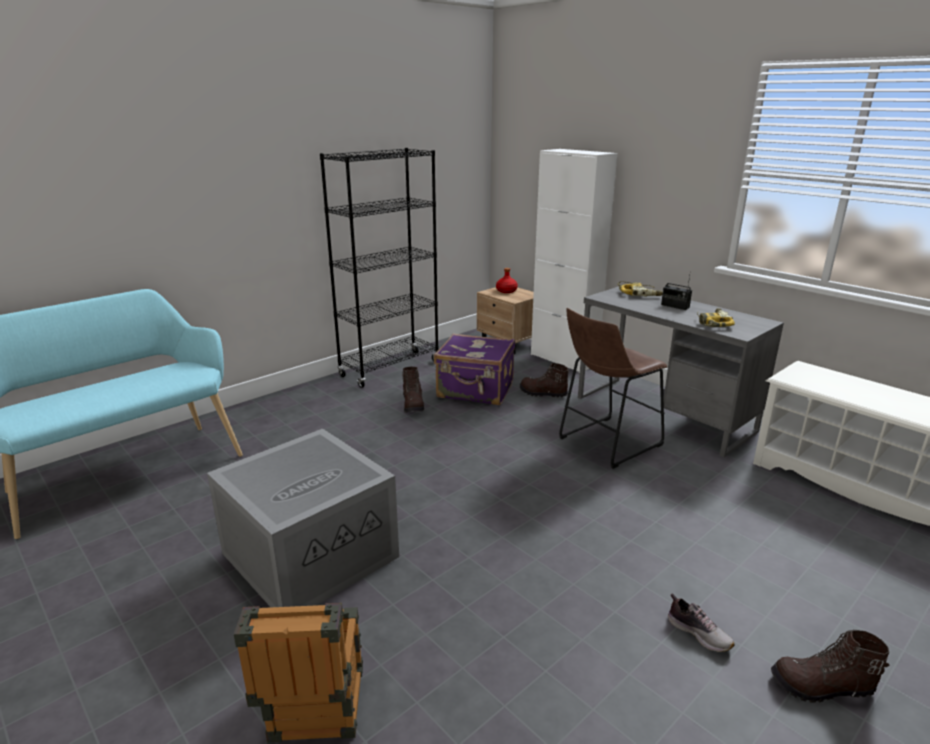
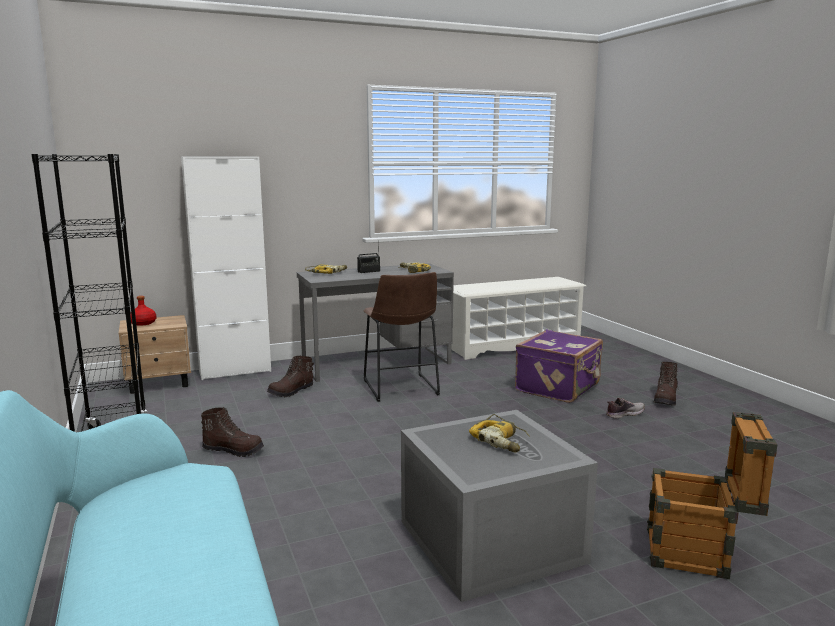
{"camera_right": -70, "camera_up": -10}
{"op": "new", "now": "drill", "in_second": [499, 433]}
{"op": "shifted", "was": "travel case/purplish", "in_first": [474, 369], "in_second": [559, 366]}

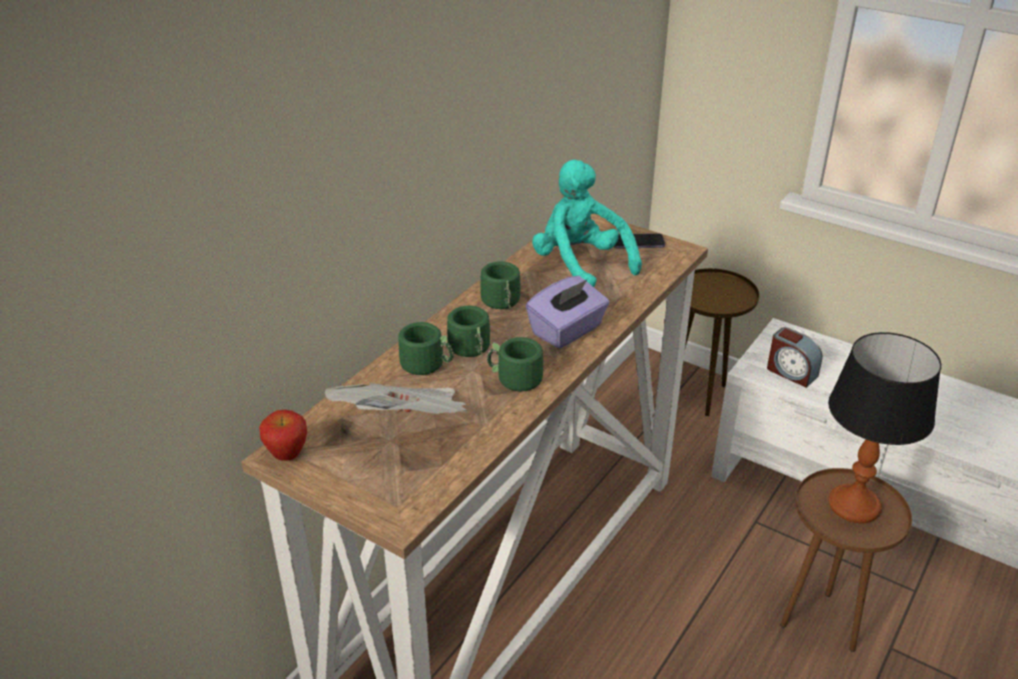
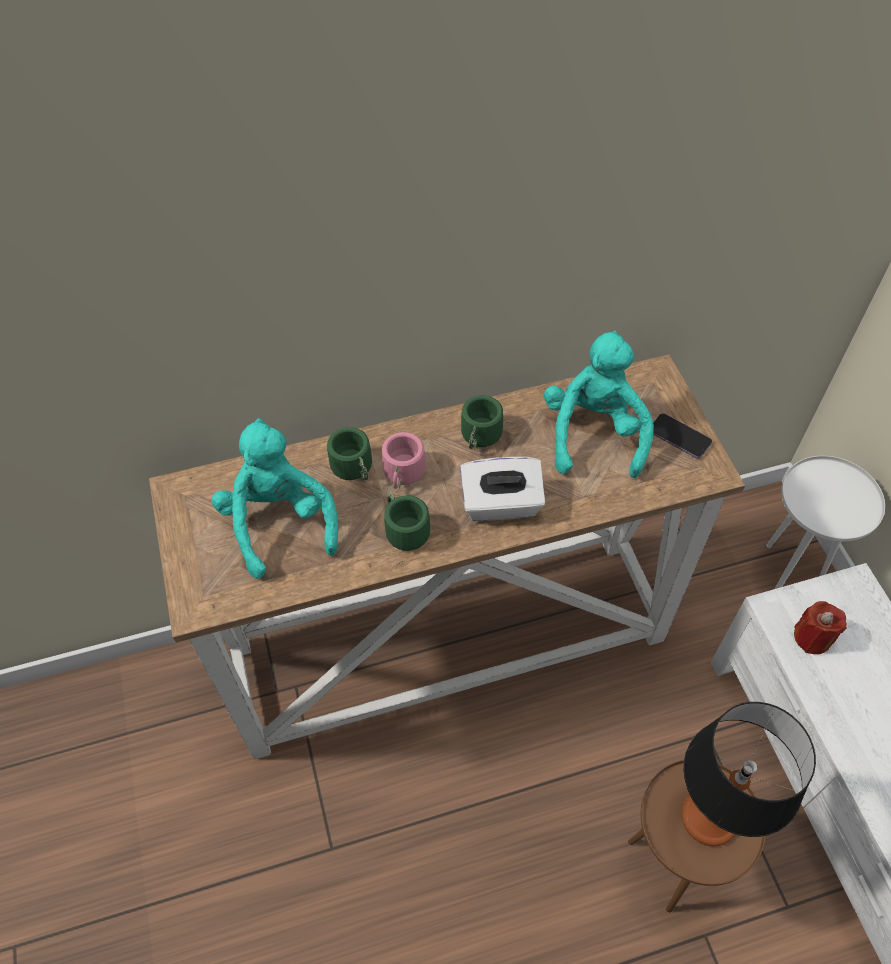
{"camera_right": 40, "camera_up": 20}
{"op": "swapped", "was": "newspaper", "now": "plush toy/turquoise", "in_first": [396, 398], "in_second": [275, 498]}
{"op": "repainted", "was": "mug/green-coloured", "now": "mug/pink-coloured", "in_first": [468, 331], "in_second": [409, 460]}
{"op": "repainted", "was": "tissue box/purplish", "now": "tissue box/whitish", "in_first": [567, 312], "in_second": [502, 489]}
{"op": "repainted", "was": "end table/brownish", "now": "end table/whitish", "in_first": [722, 342], "in_second": [825, 522]}
{"op": "swapped", "was": "table clock", "now": "wax candle/reddish", "in_first": [795, 357], "in_second": [820, 627]}
{"op": "gone", "was": "whole apple", "in_first": [283, 435]}

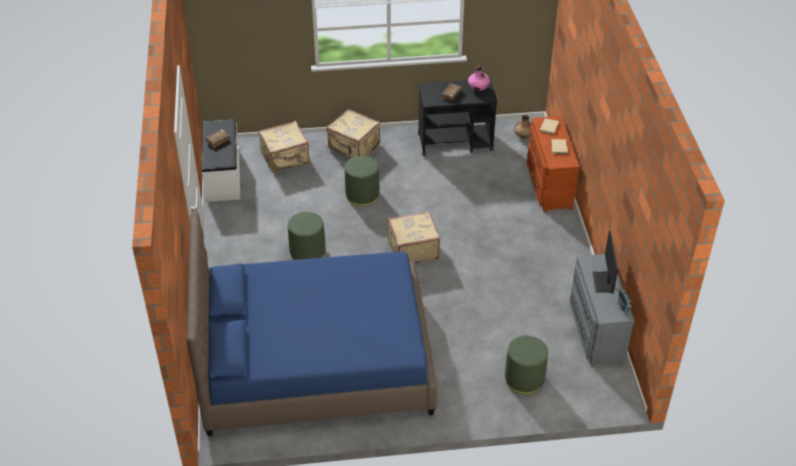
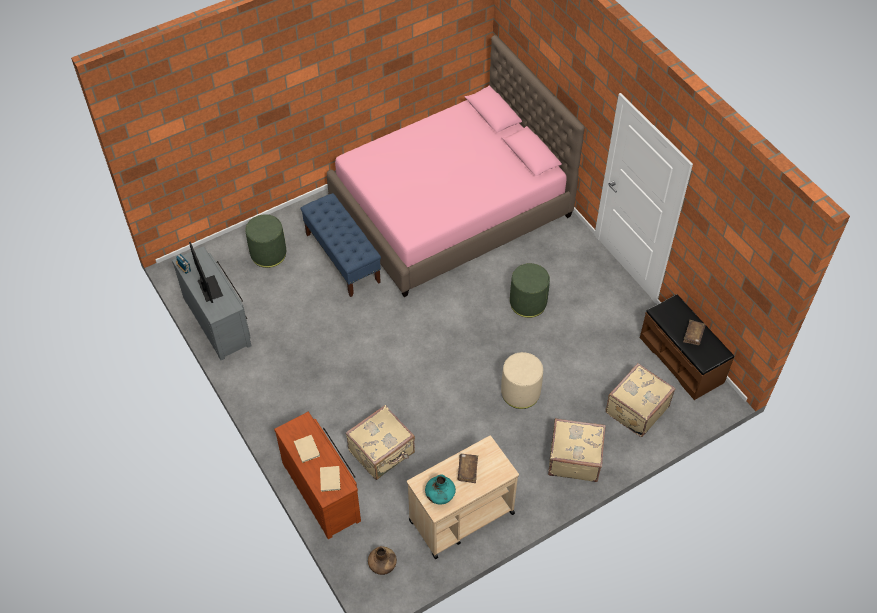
{"camera_right": 155, "camera_up": 10}
{"op": "new", "now": "long seat/bluish", "in_second": [340, 245]}
{"op": "repainted", "was": "bed/bluish", "now": "bed/pink-coloured", "in_first": [312, 323], "in_second": [456, 166]}
{"op": "shifted", "was": "travel case/beige-coloured", "in_first": [414, 237], "in_second": [380, 442]}
{"op": "repainted", "was": "wheeled cart/blackish", "now": "wheeled cart/beige-coloured", "in_first": [457, 117], "in_second": [463, 497]}
{"op": "repainted", "was": "vase/pink-coloured", "now": "vase/turquoise", "in_first": [479, 78], "in_second": [440, 489]}
{"op": "repainted", "was": "ottoman/green-coloured", "now": "ottoman/beige-coloured", "in_first": [362, 181], "in_second": [522, 380]}
{"op": "repainted", "was": "long seat/whitish", "now": "long seat/brownish", "in_first": [221, 160], "in_second": [687, 347]}

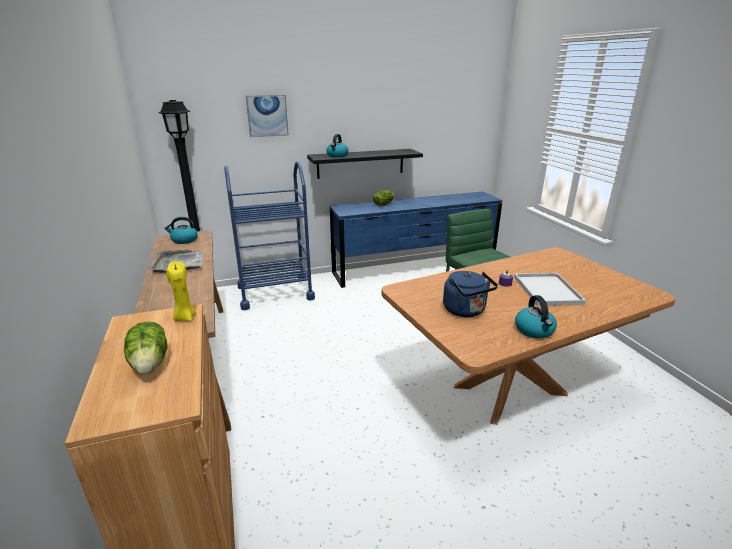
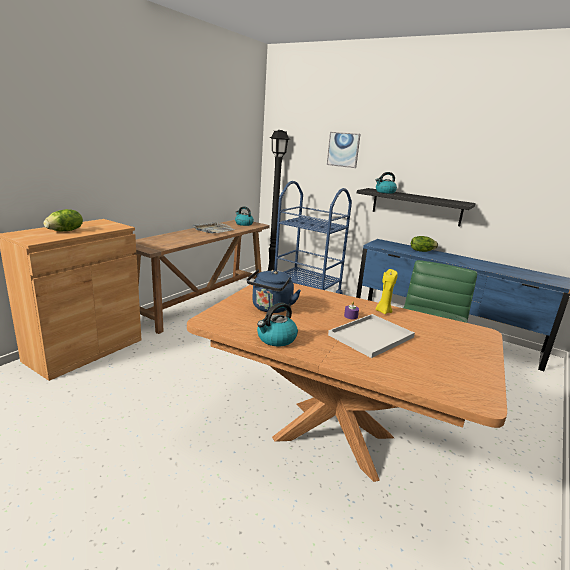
{"camera_right": 50, "camera_up": -5}
{"op": "shifted", "was": "wax candle/yellow", "in_first": [181, 291], "in_second": [387, 291]}

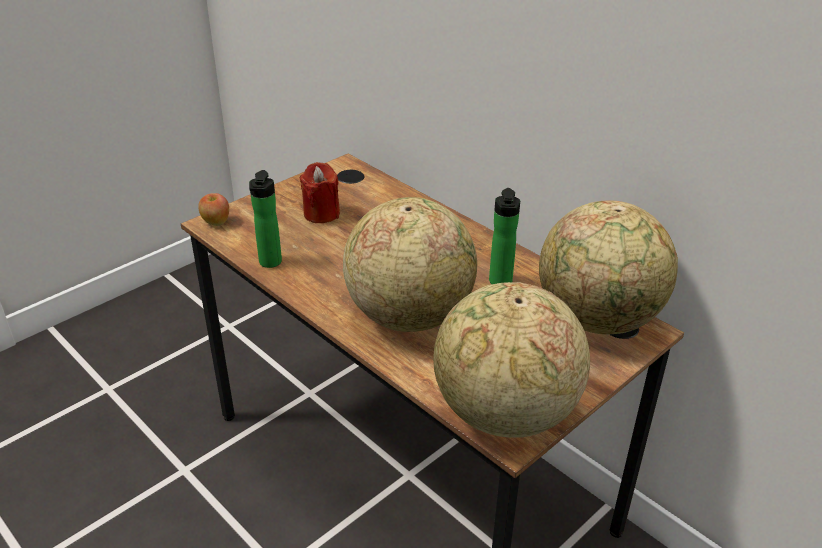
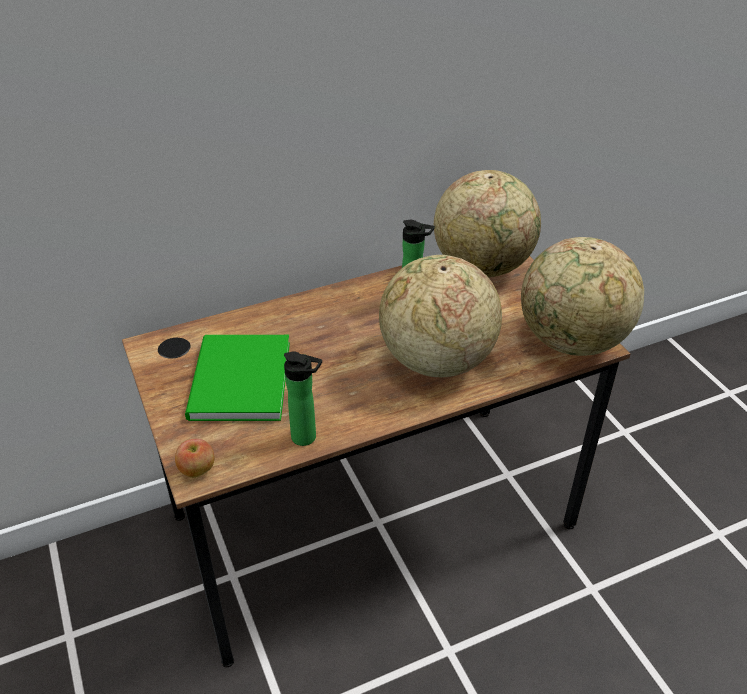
{"camera_right": -70, "camera_up": 5}
{"op": "swapped", "was": "wax candle/reddish", "now": "book/green-coloured", "in_first": [320, 192], "in_second": [237, 378]}

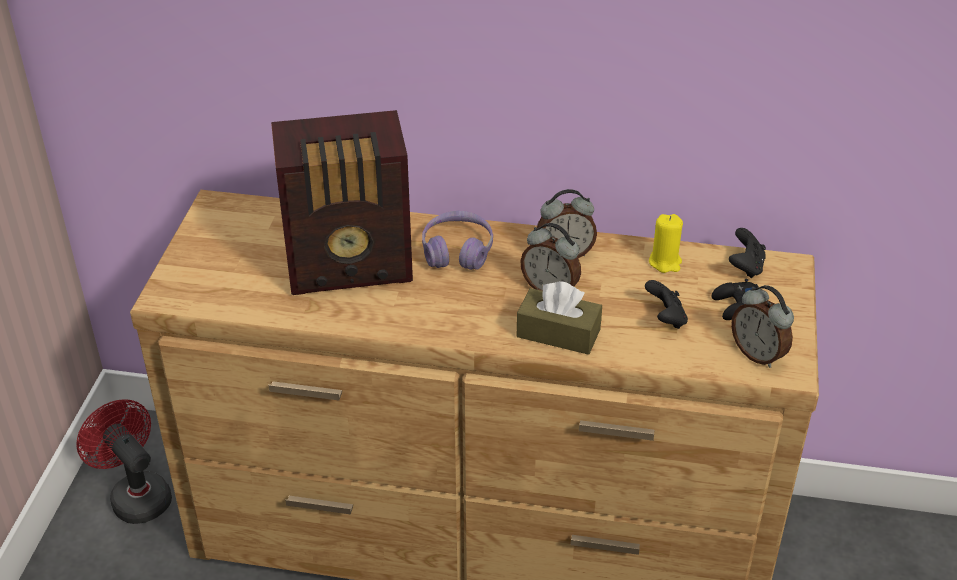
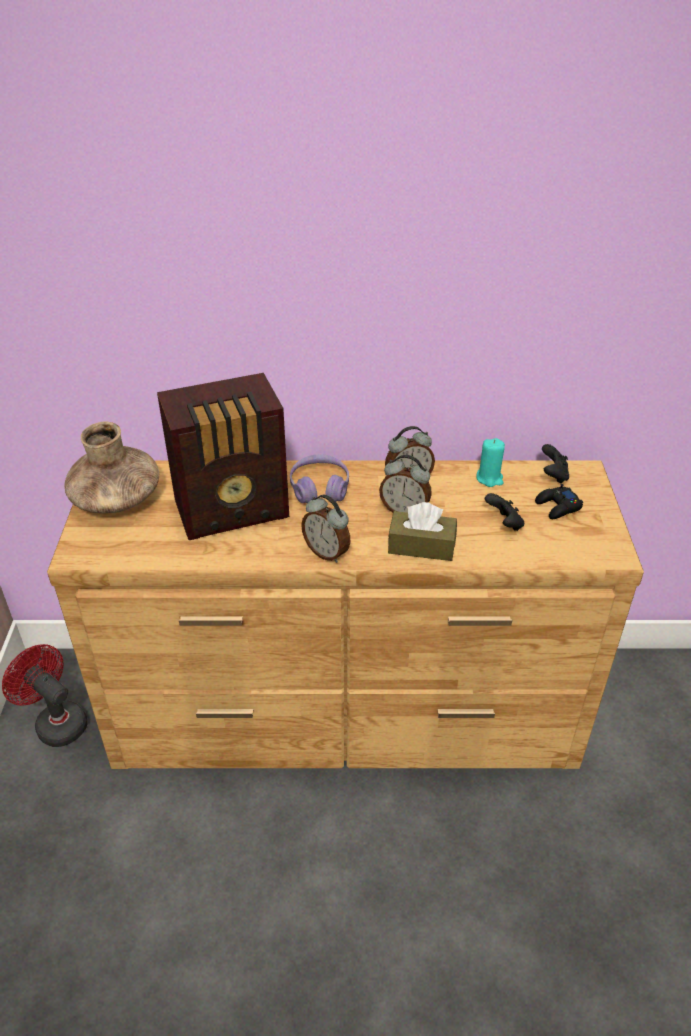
{"camera_right": -10, "camera_up": 0}
{"op": "new", "now": "vase/brownish", "in_second": [111, 467]}
{"op": "shifted", "was": "table clock", "in_first": [762, 326], "in_second": [325, 528]}
{"op": "repainted", "was": "wax candle/yellow", "now": "wax candle/turquoise", "in_first": [666, 243], "in_second": [490, 462]}

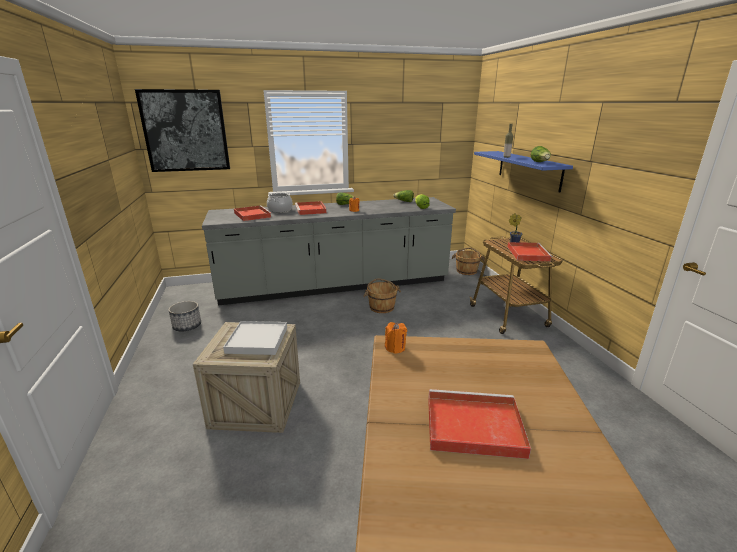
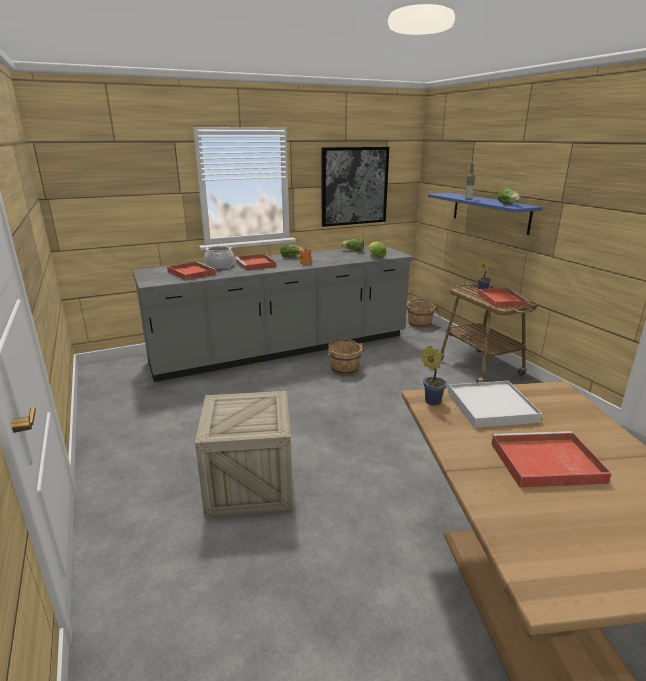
{"camera_right": -10, "camera_up": 0}
{"op": "shifted", "was": "wall art", "in_first": [182, 130], "in_second": [355, 187]}
{"op": "swapped", "was": "wax candle/orangey", "now": "houseplant", "in_first": [396, 338], "in_second": [434, 375]}
{"op": "shifted", "was": "carrying tray/whitish", "in_first": [255, 338], "in_second": [495, 404]}
{"op": "gone", "was": "planter", "in_first": [184, 316]}

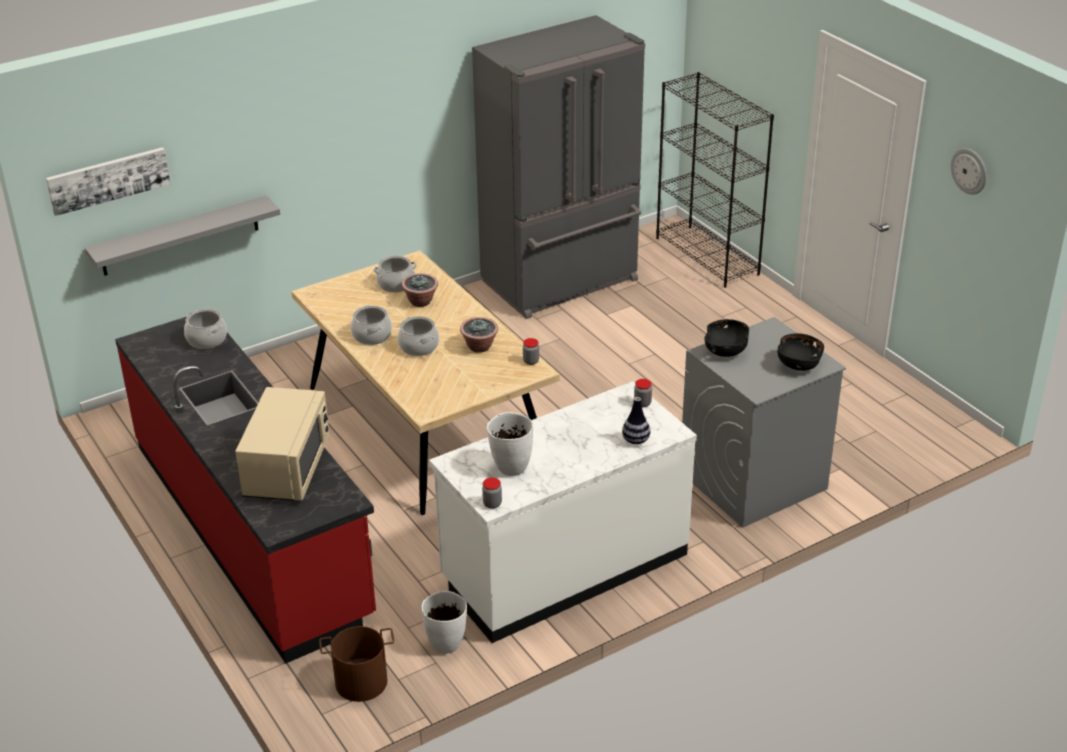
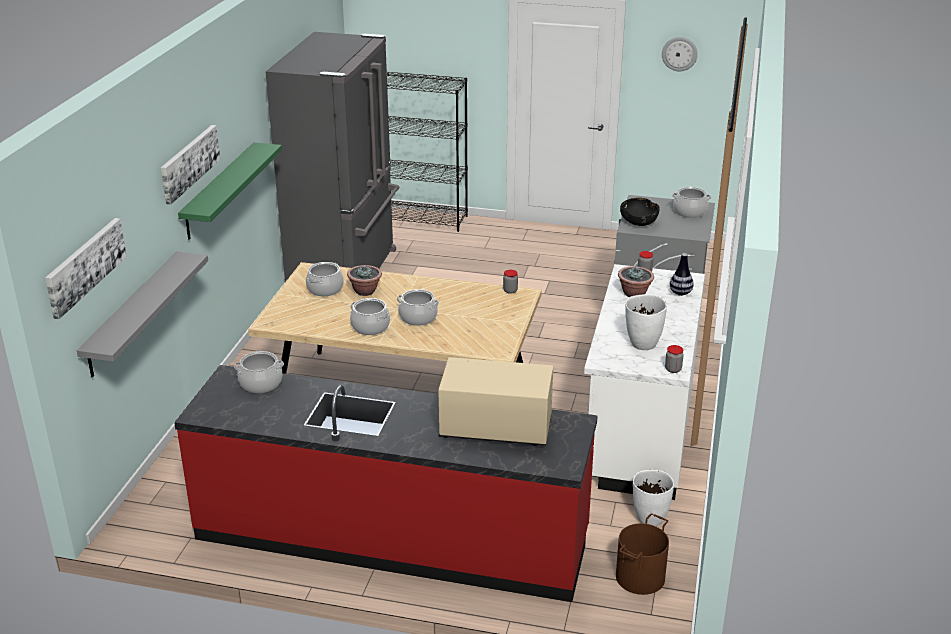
{"camera_right": -45, "camera_up": -5}
{"op": "new", "now": "wall art", "in_second": [190, 165]}
{"op": "new", "now": "bracket shelf/green-coloured", "in_second": [230, 191]}
{"op": "rotated", "was": "microwave oven/beige-coloured", "in_first": [282, 444], "in_second": [495, 401], "clockwise": -45}
{"op": "shifted", "was": "houseplant", "in_first": [479, 335], "in_second": [636, 281]}
{"op": "swapped", "was": "bowl/blackish", "now": "stockpot", "in_first": [801, 352], "in_second": [691, 202]}

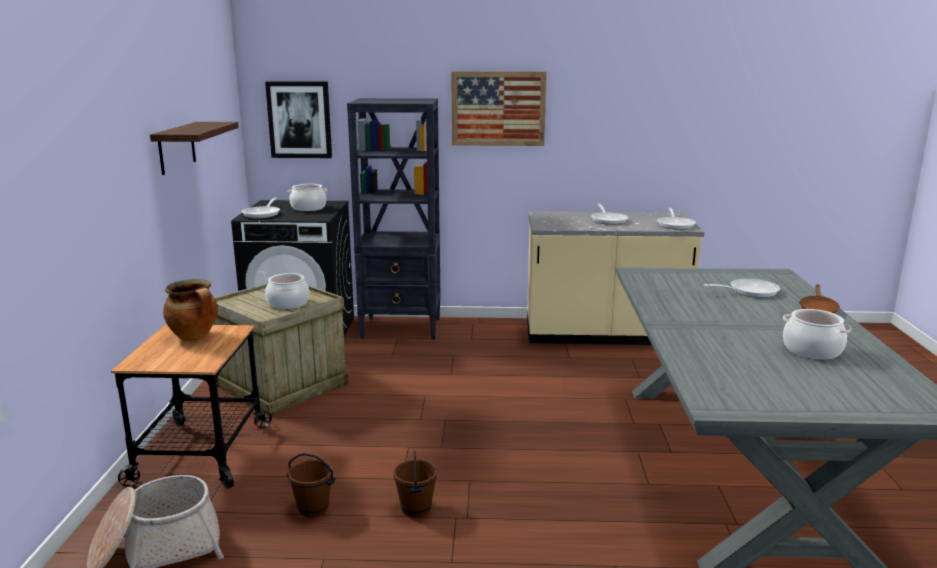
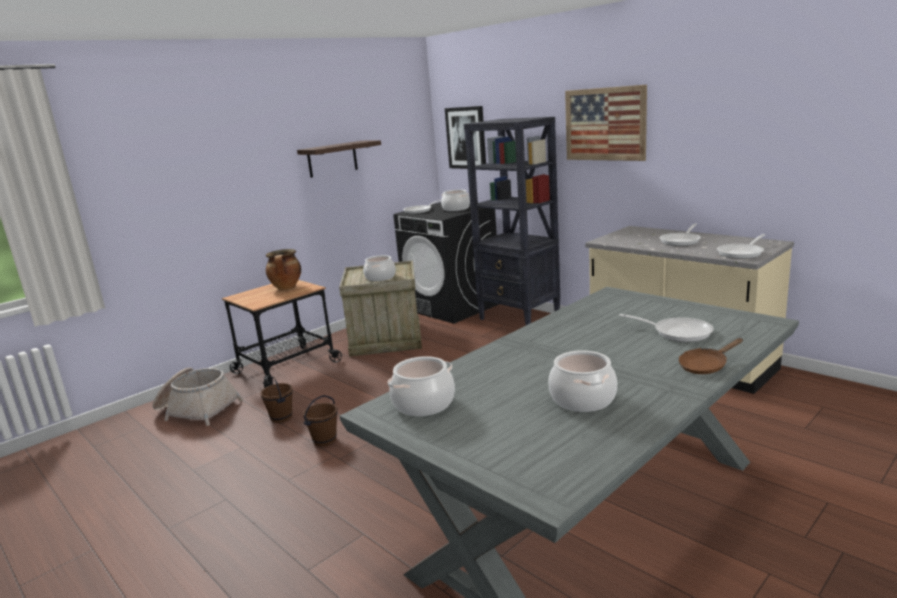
{"camera_right": 45, "camera_up": 0}
{"op": "new", "now": "stockpot", "in_second": [421, 386]}

